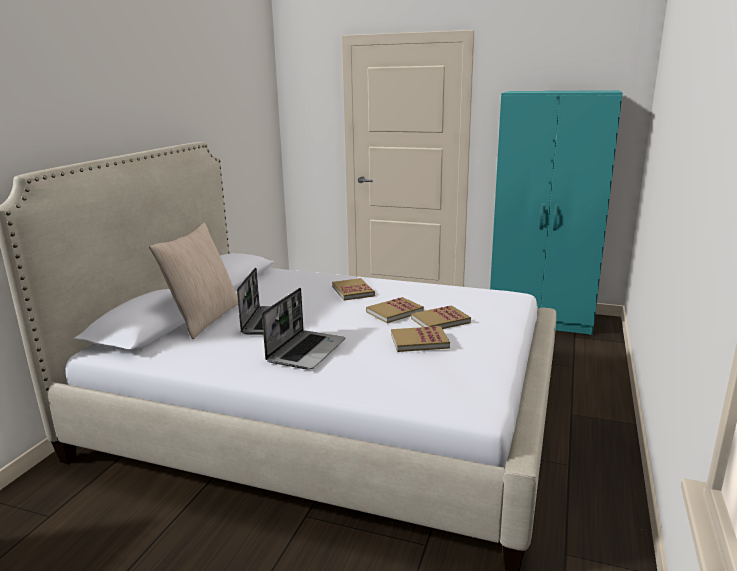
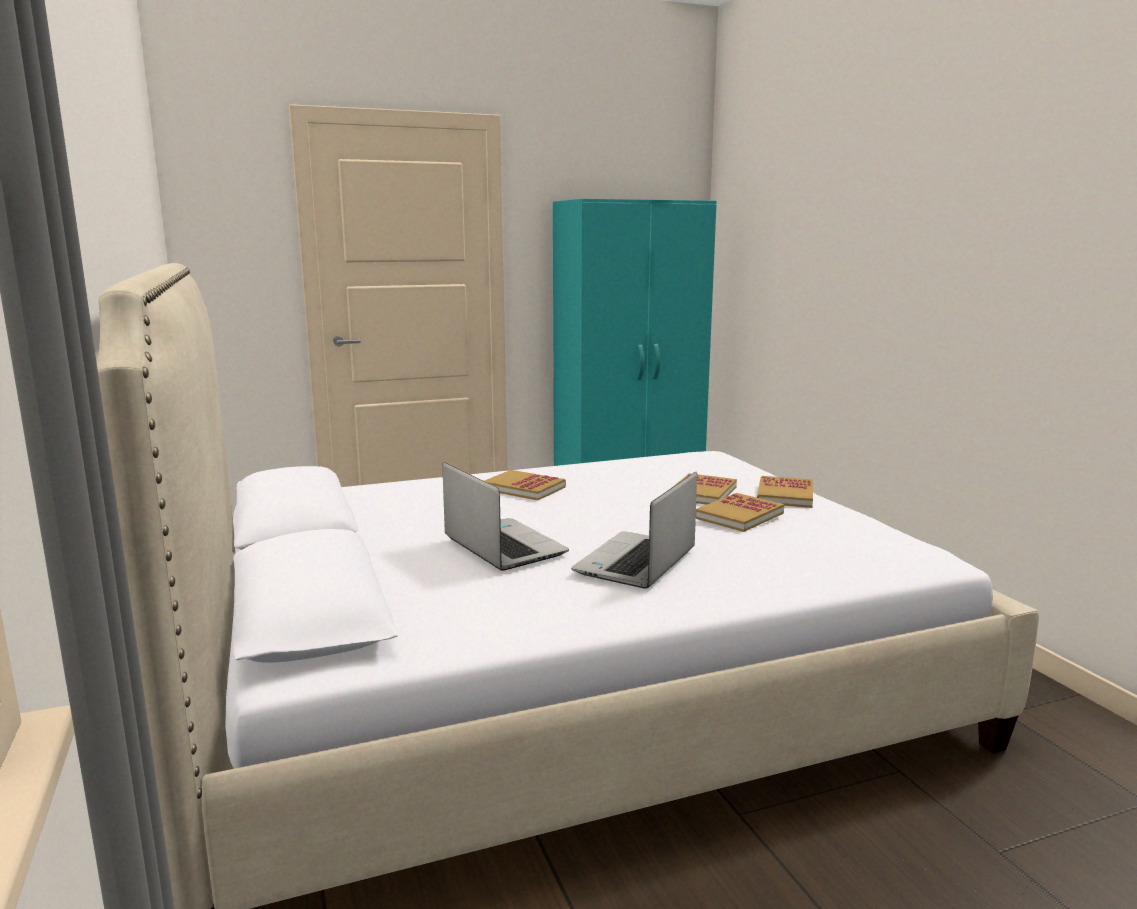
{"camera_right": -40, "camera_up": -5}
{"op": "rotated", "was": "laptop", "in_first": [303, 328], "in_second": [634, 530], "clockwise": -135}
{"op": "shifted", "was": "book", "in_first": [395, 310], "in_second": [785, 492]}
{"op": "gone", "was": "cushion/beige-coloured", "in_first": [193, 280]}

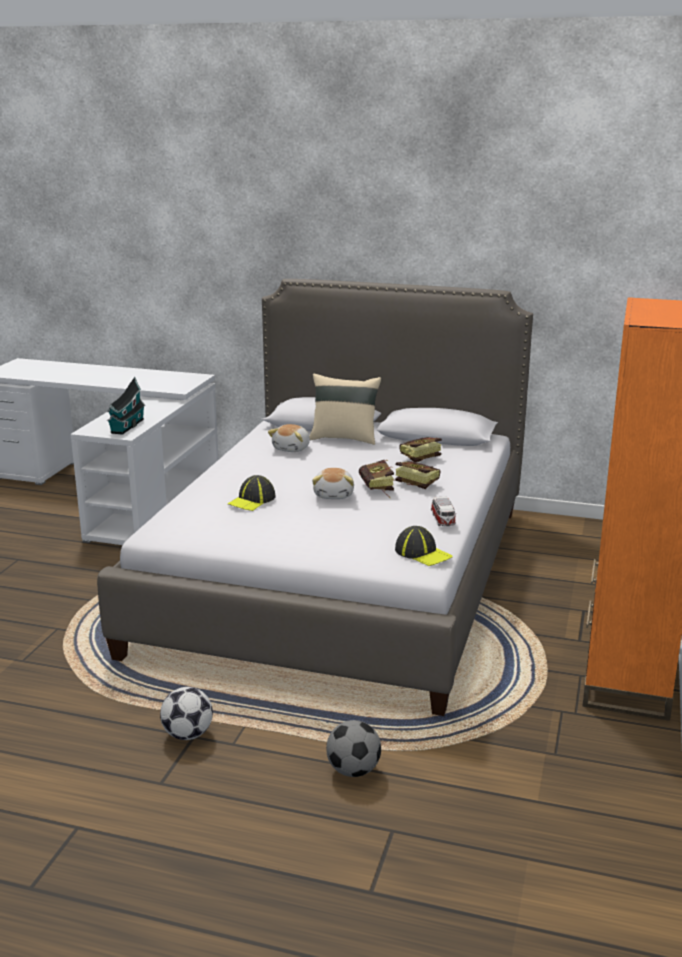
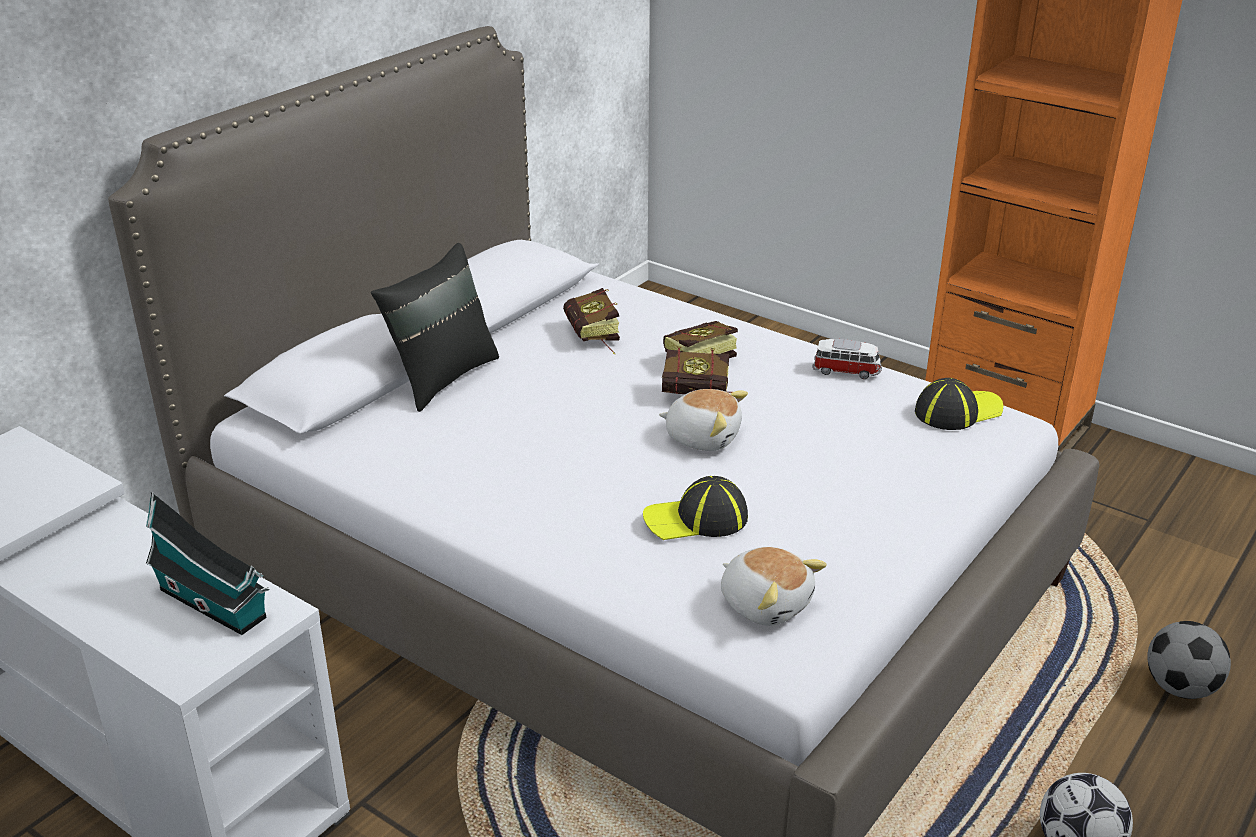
{"camera_right": -70, "camera_up": 10}
{"op": "repainted", "was": "cushion/beige-coloured", "now": "cushion/blackish", "in_first": [345, 409], "in_second": [435, 327]}
{"op": "rotated", "was": "baseball cap", "in_first": [252, 493], "in_second": [695, 508], "clockwise": 120}
{"op": "shifted", "was": "plush toy", "in_first": [289, 438], "in_second": [774, 586]}

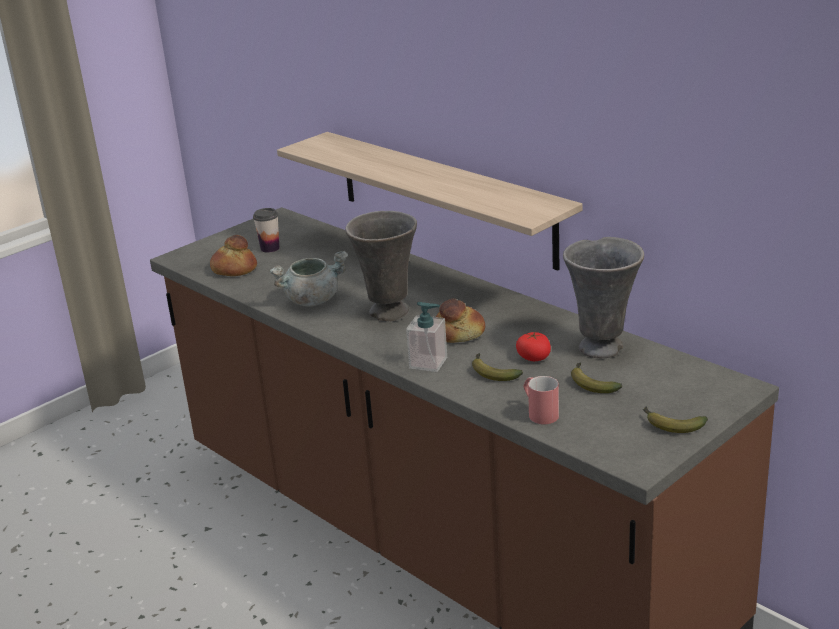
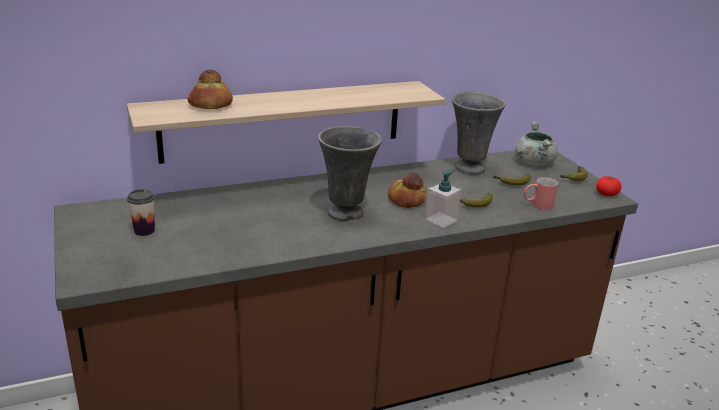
{"camera_right": -70, "camera_up": 0}
{"op": "shifted", "was": "bakery bread", "in_first": [233, 255], "in_second": [210, 90]}
{"op": "shifted", "was": "stockpot/greyish", "in_first": [308, 278], "in_second": [536, 143]}
{"op": "shifted", "was": "whole tomato", "in_first": [533, 346], "in_second": [608, 186]}

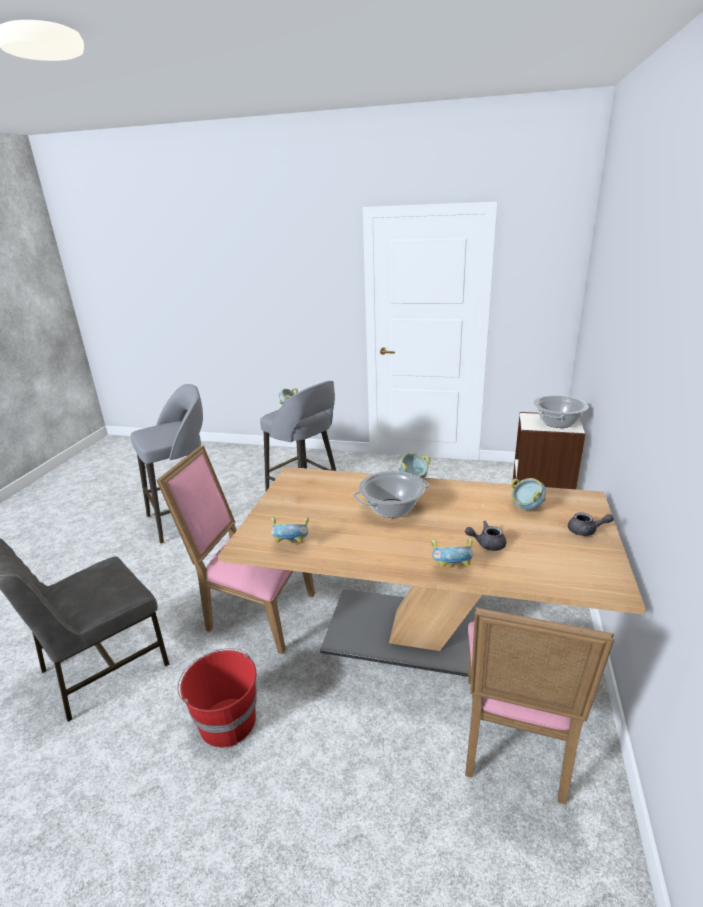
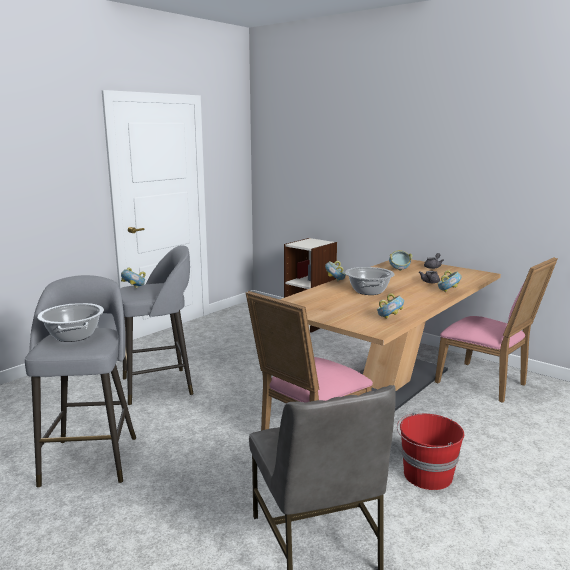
{"camera_right": -65, "camera_up": -10}
{"op": "shifted", "was": "stockpot", "in_first": [561, 411], "in_second": [70, 322]}

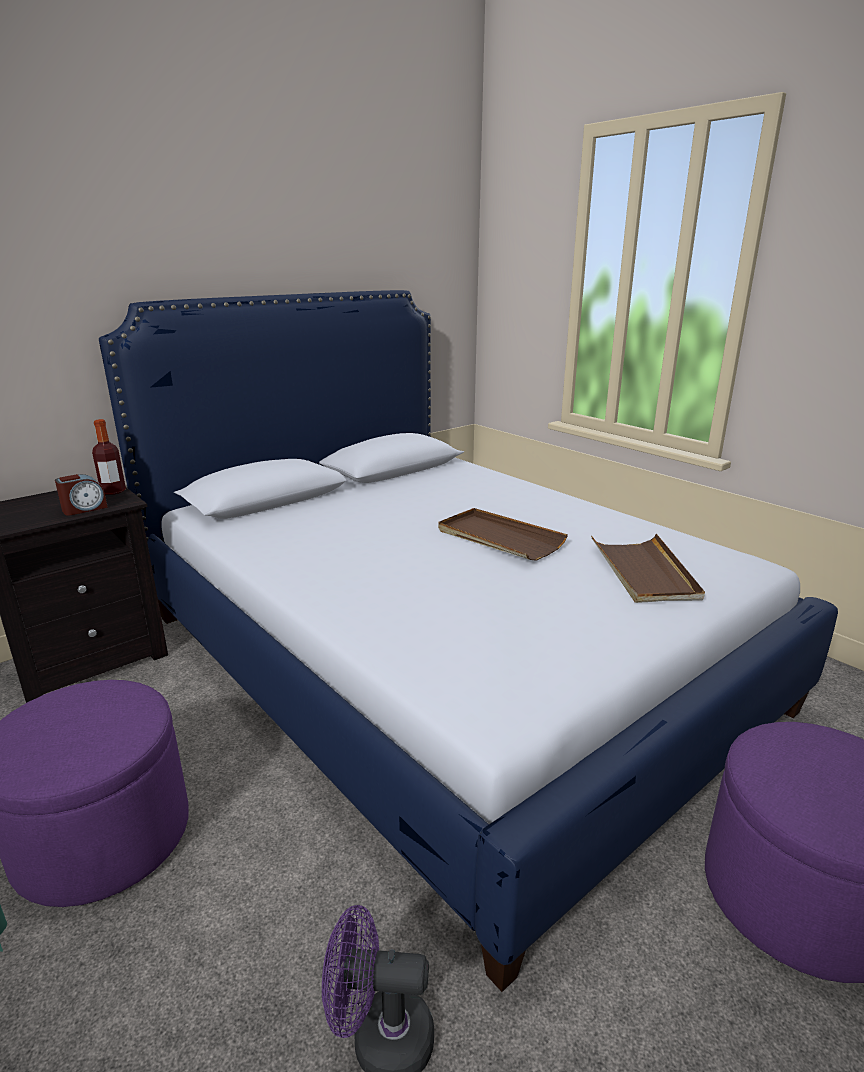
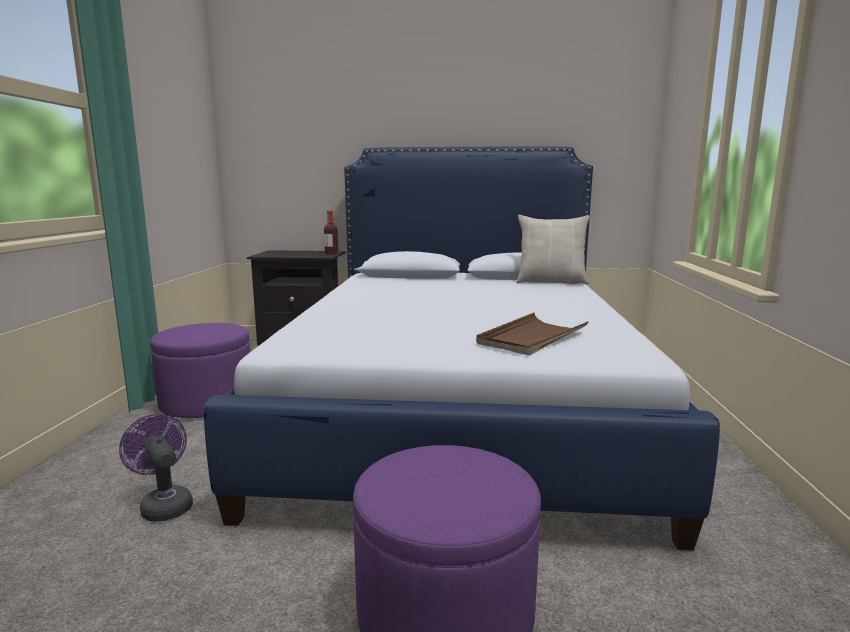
{"camera_right": 45, "camera_up": -10}
{"op": "new", "now": "cushion/beige-coloured", "in_second": [553, 249]}
{"op": "gone", "was": "table clock", "in_first": [81, 495]}
{"op": "gone", "was": "carrying tray/brownish", "in_first": [503, 534]}

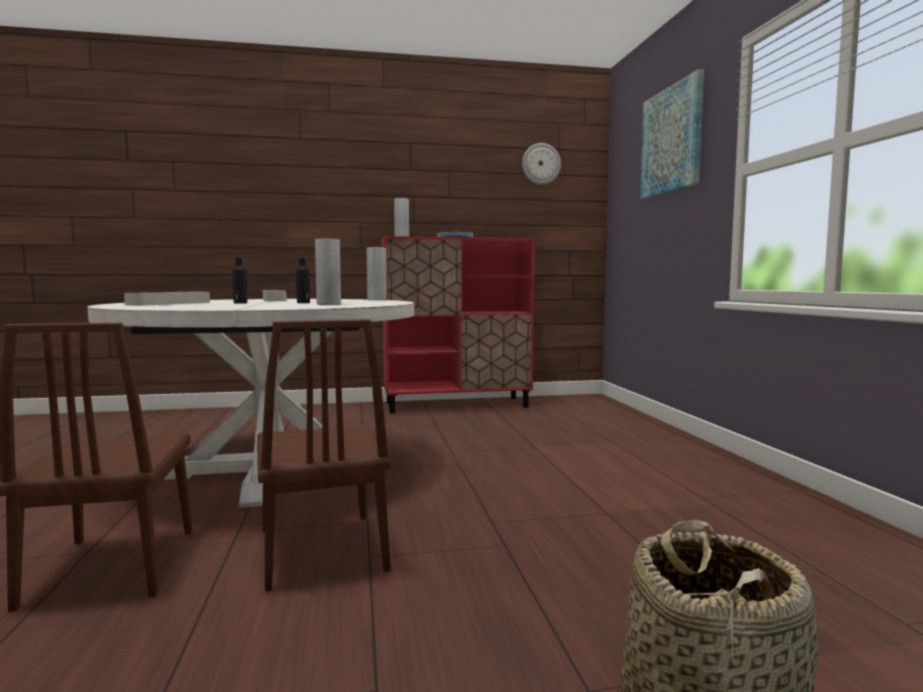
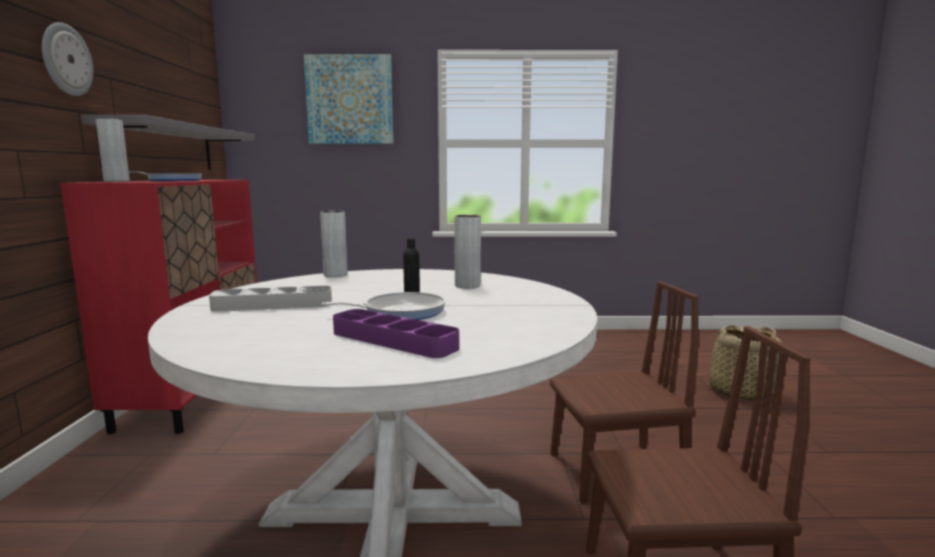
{"camera_right": -80, "camera_up": 5}
{"op": "shifted", "was": "clock on the wall", "in_first": [541, 164], "in_second": [67, 59]}
{"op": "new", "now": "bracket shelf/greyish", "in_second": [168, 142]}
{"op": "swapped", "was": "bottle/blackish", "now": "skillet", "in_first": [239, 281], "in_second": [384, 306]}
{"op": "repainted", "was": "carrying tray/greyish", "now": "carrying tray/purplish", "in_first": [167, 299], "in_second": [396, 333]}

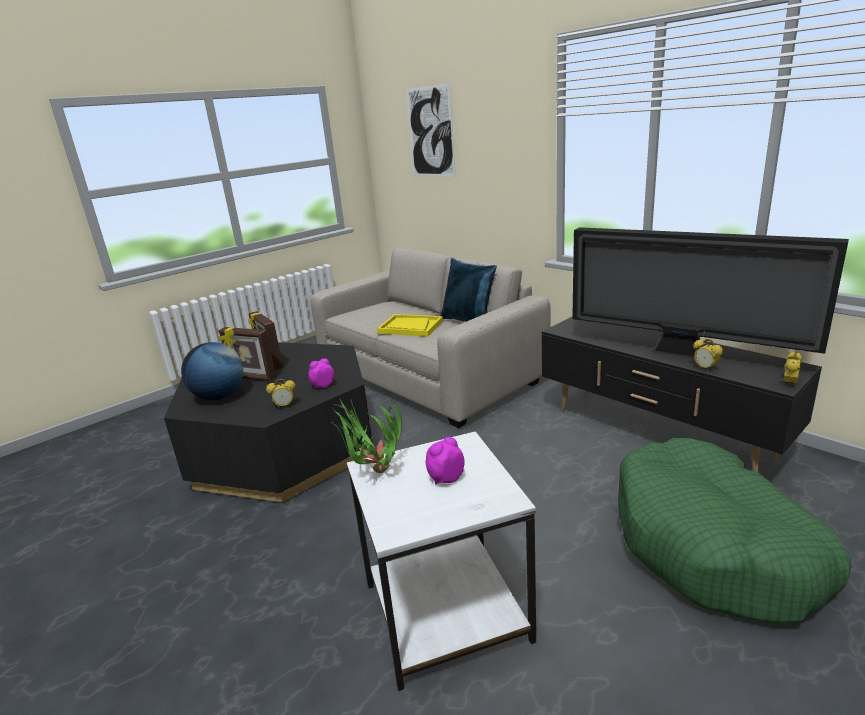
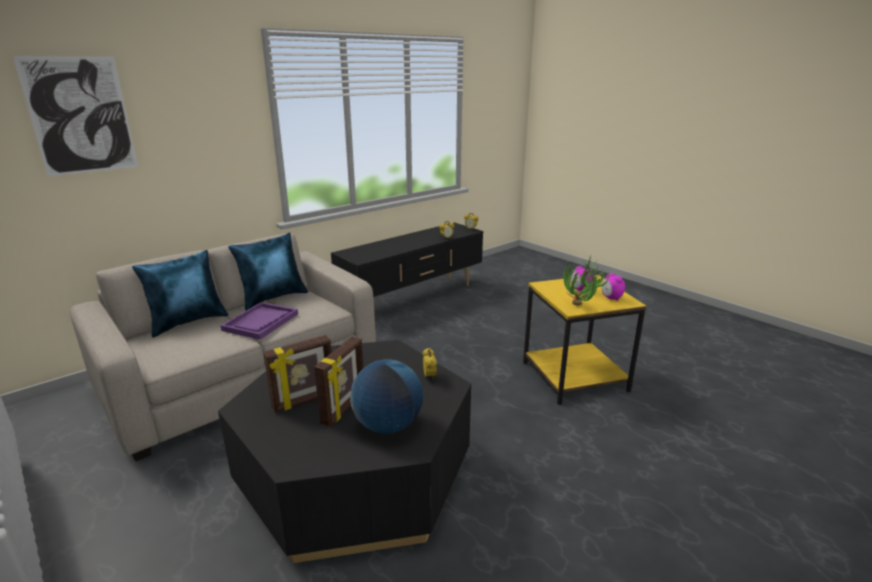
{"camera_right": -90, "camera_up": 0}
{"op": "new", "now": "cushion/bluish", "in_second": [180, 293]}
{"op": "repainted", "was": "carrying tray/yellow", "now": "carrying tray/purplish", "in_first": [410, 325], "in_second": [259, 321]}
{"op": "repainted", "was": "end table/whitish", "now": "end table/yellow", "in_first": [441, 561], "in_second": [585, 340]}
{"op": "shifted", "was": "table clock", "in_first": [321, 373], "in_second": [613, 287]}
{"op": "gone", "was": "television", "in_first": [710, 293]}
{"op": "gone", "was": "dog bed/green-coloured", "in_first": [734, 531]}

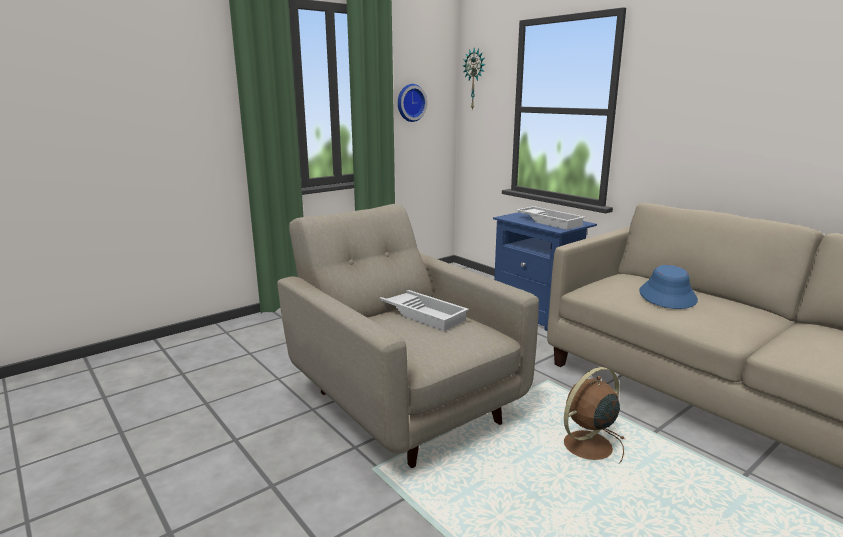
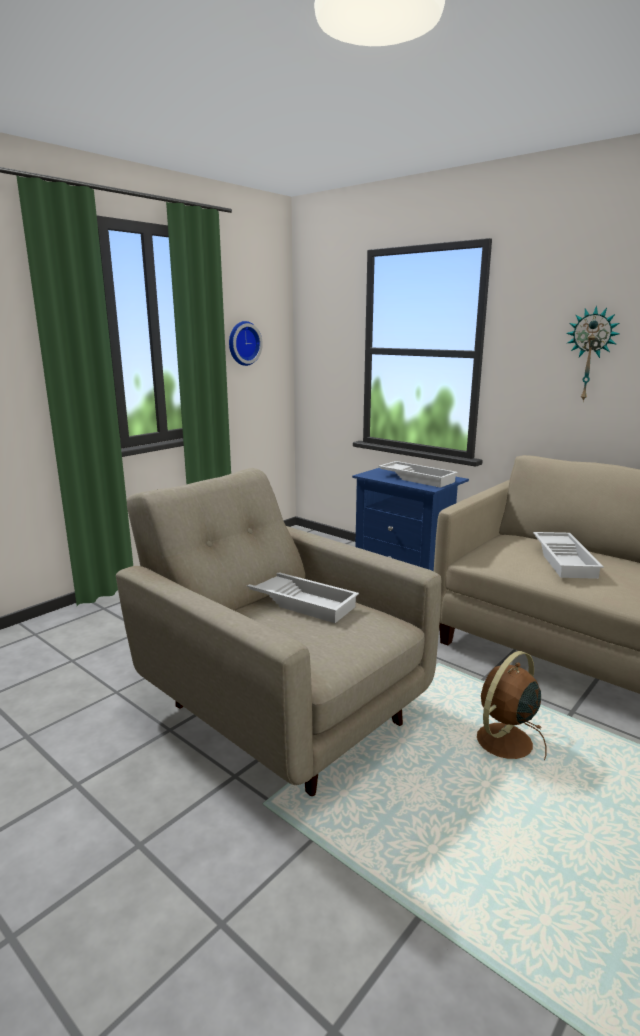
{"camera_right": -10, "camera_up": 0}
{"op": "swapped", "was": "wearable hat/bluish", "now": "carrying tray/whitish", "in_first": [668, 287], "in_second": [568, 555]}
{"op": "shifted", "was": "clock on the wall", "in_first": [474, 79], "in_second": [593, 353]}

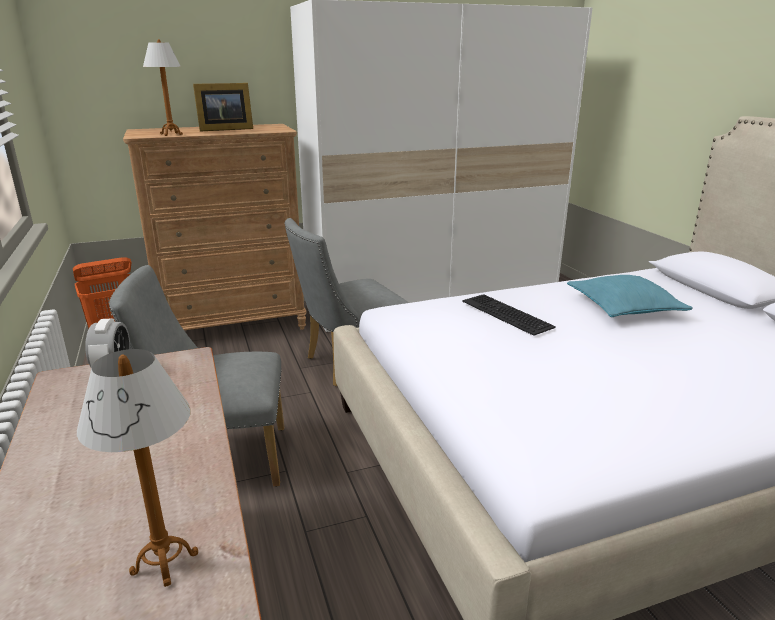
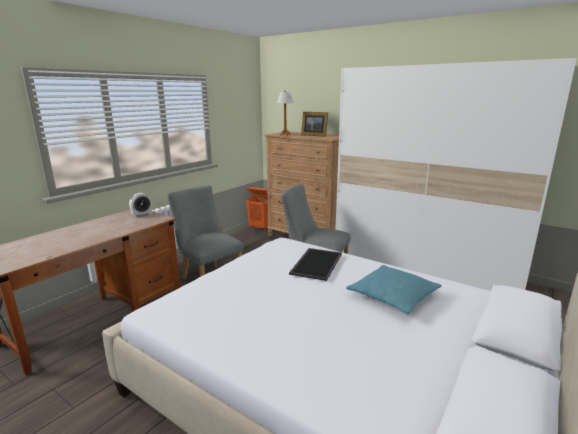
{"camera_right": 55, "camera_up": -5}
{"op": "swapped", "was": "keyboard", "now": "carrying tray", "in_first": [509, 315], "in_second": [315, 264]}
{"op": "gone", "was": "lamp for a table", "in_first": [137, 468]}

